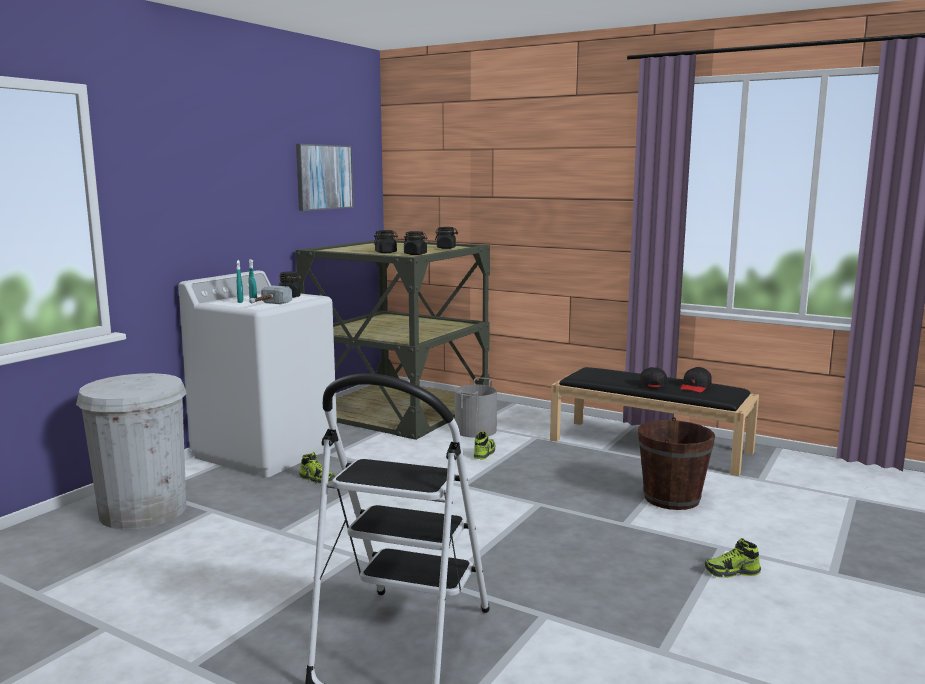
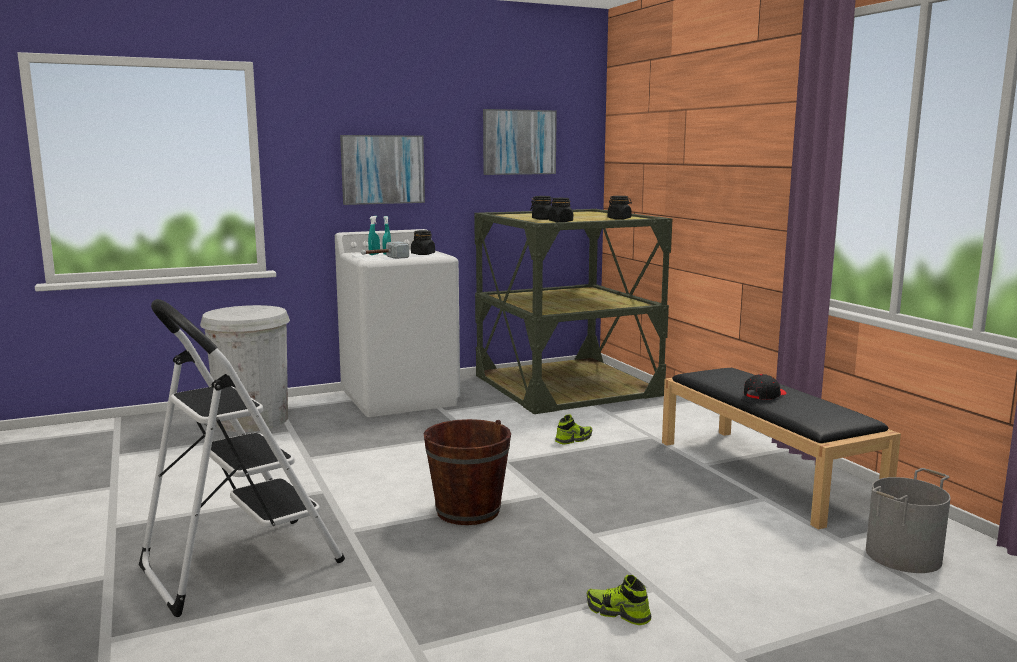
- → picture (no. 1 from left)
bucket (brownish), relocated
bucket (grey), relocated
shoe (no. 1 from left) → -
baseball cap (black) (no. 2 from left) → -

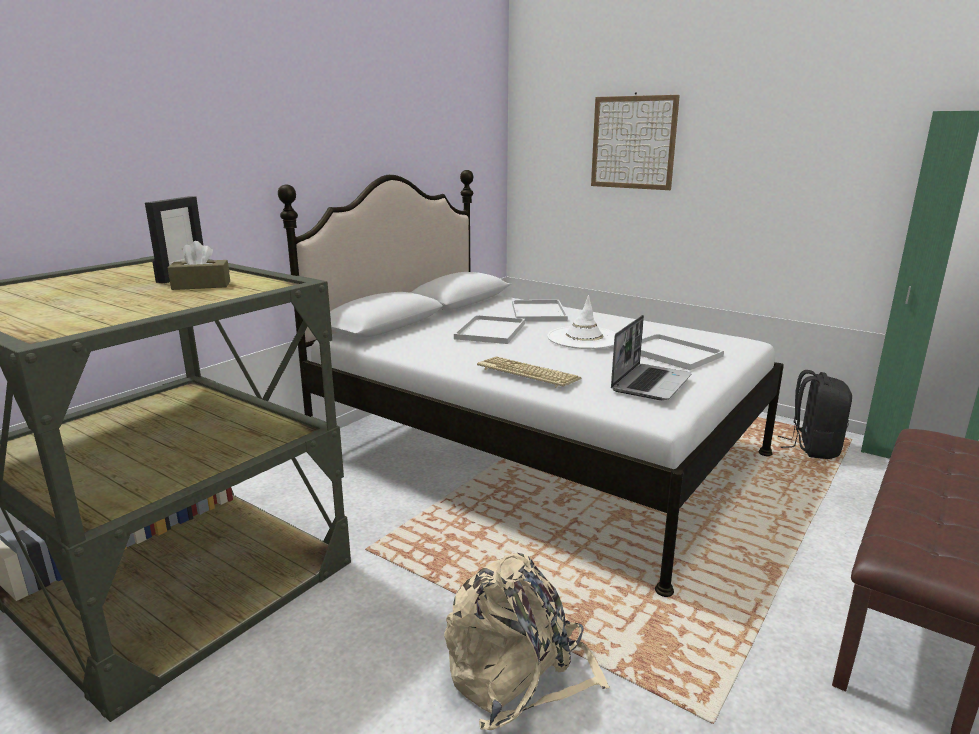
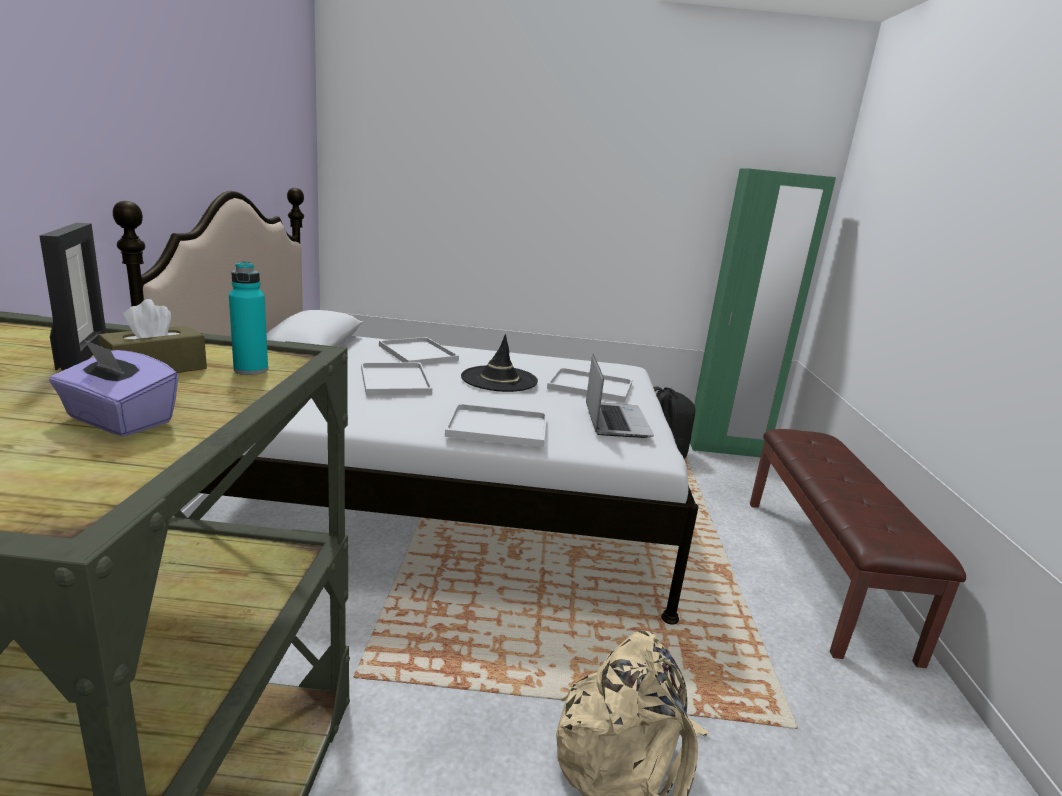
- → tissue box (purplish)
- → bottle (turquoise-coloured)
keyboard → carrying tray (white-coloured) (no. 3 from left)
hat (white-coloured) → hat (black)
picture → -

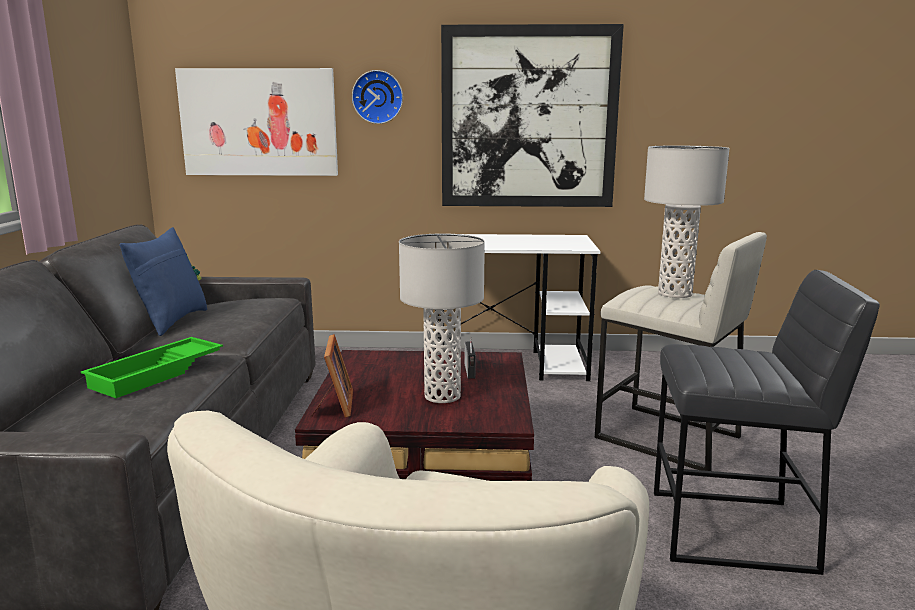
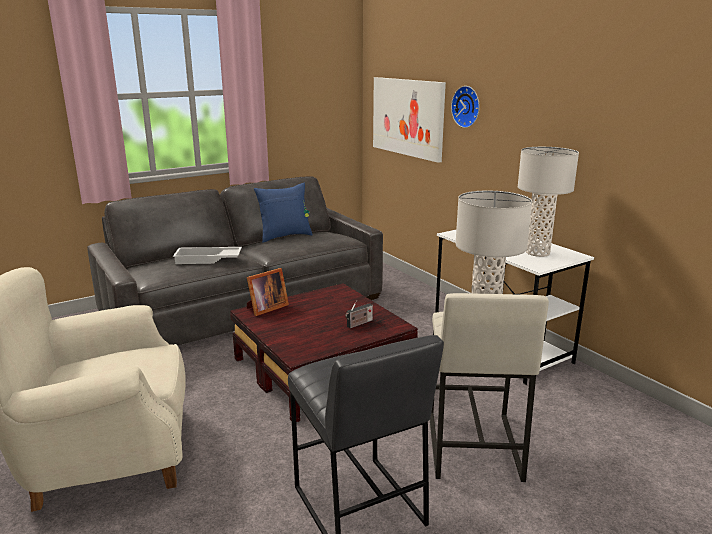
carrying tray (greenish) → carrying tray (white-coloured)
lamp for a table (white-coloured) (no. 1 from left in the first image) → lamp for a table (white-coloured) (no. 2 from left), relocated
picture (no. 2 from left) → -

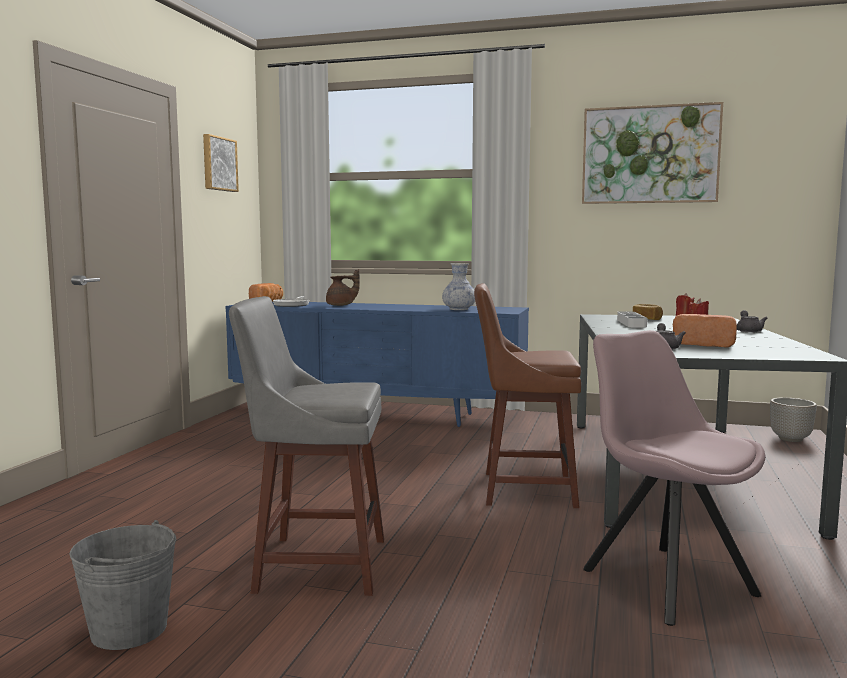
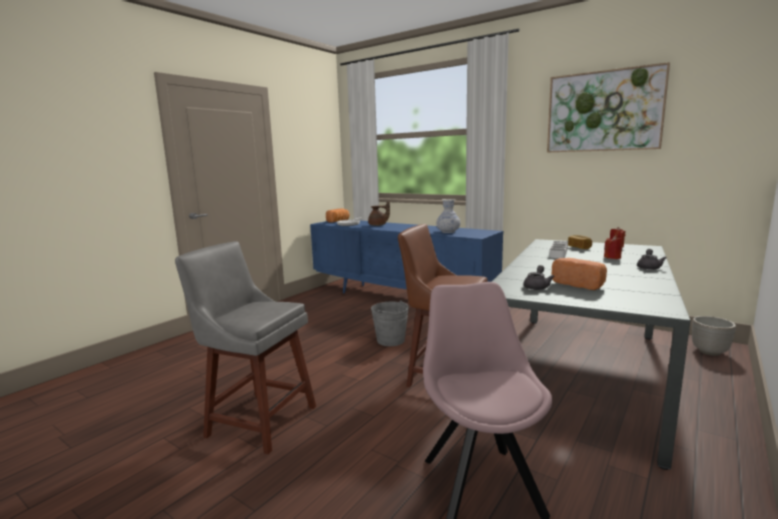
bucket (grey), relocated
picture (no. 1 from left) → -

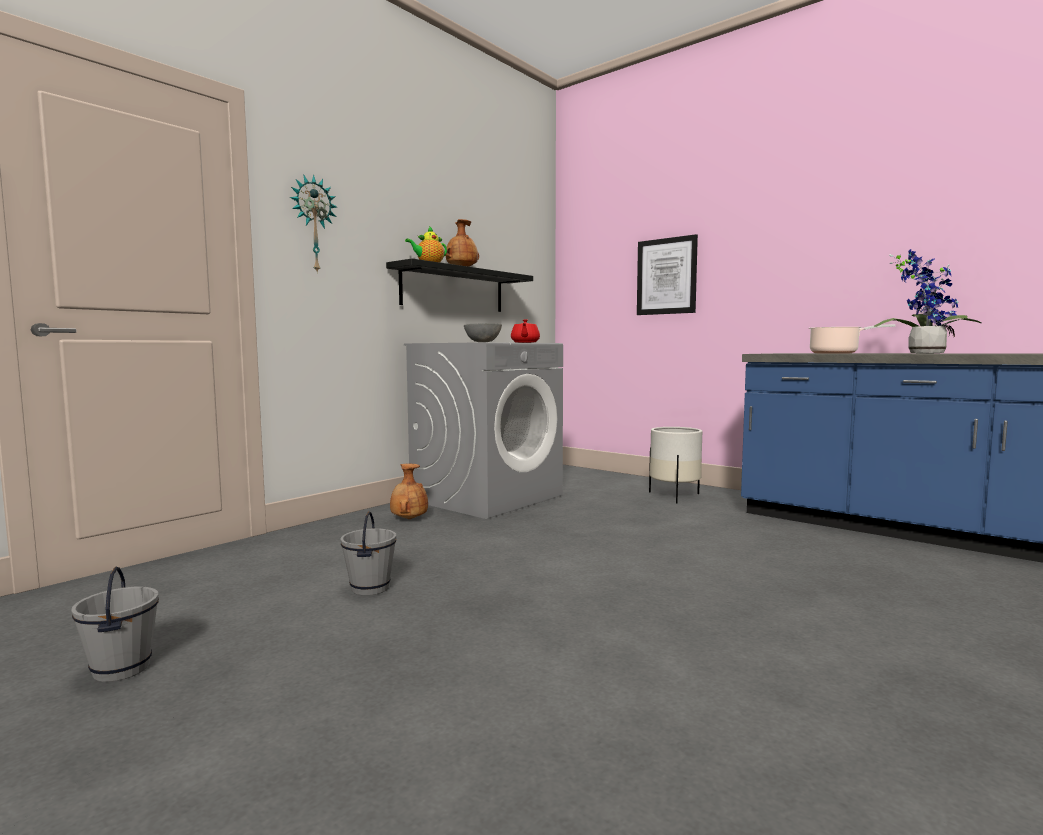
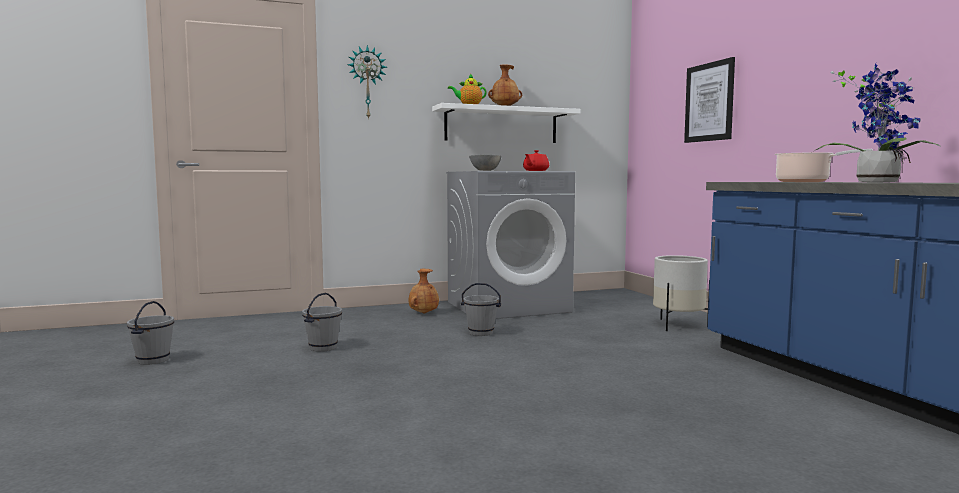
shelf (black) → shelf (white-coloured)
- → bucket (grey) (no. 3 from left)

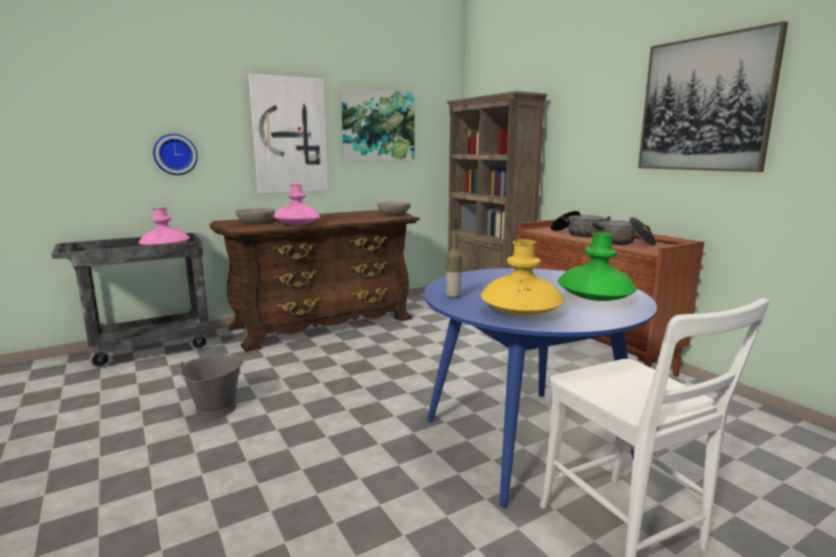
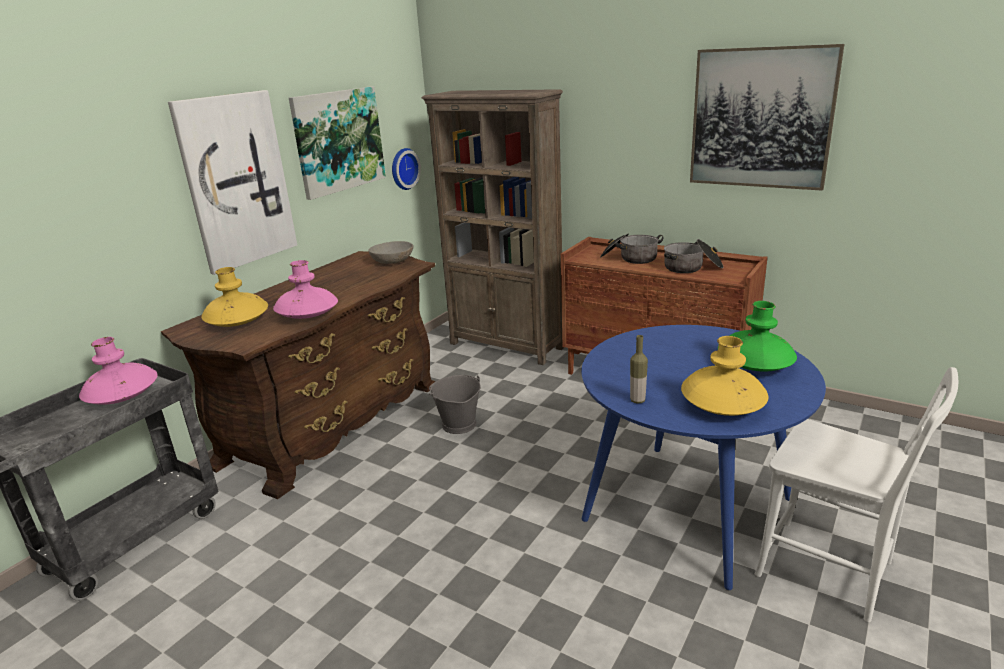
deep dish (grey) (no. 1 from left) → flower vase (yellow) (no. 1 from left)
clock on the wall, relocated
bucket (grey), relocated

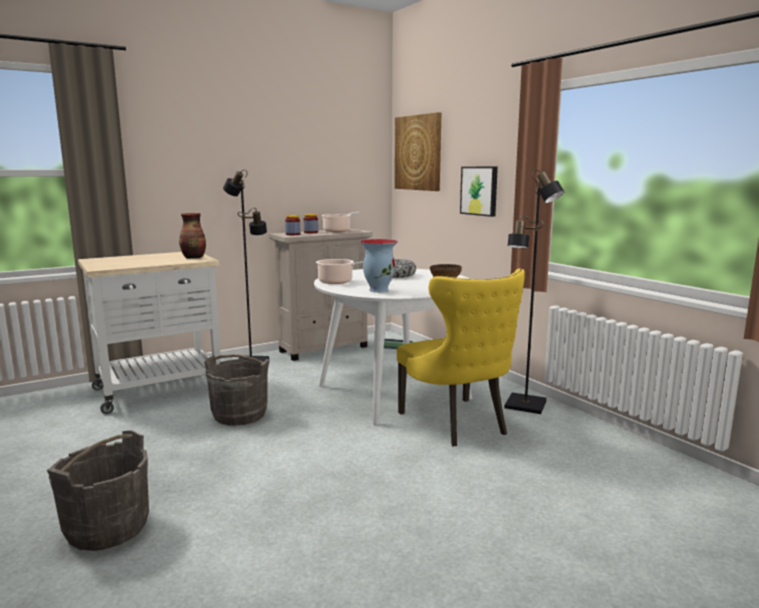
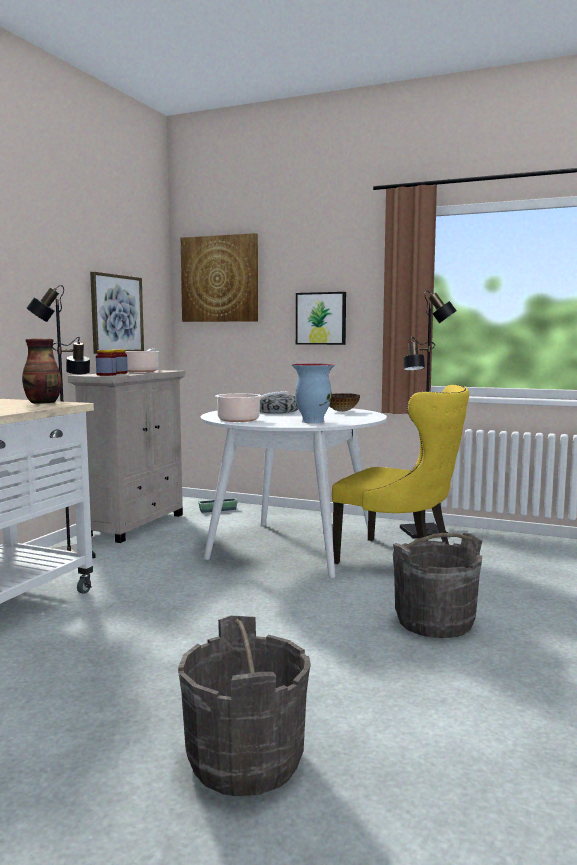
- → picture (no. 1 from left)
bucket (grey) (no. 2 from left), relocated

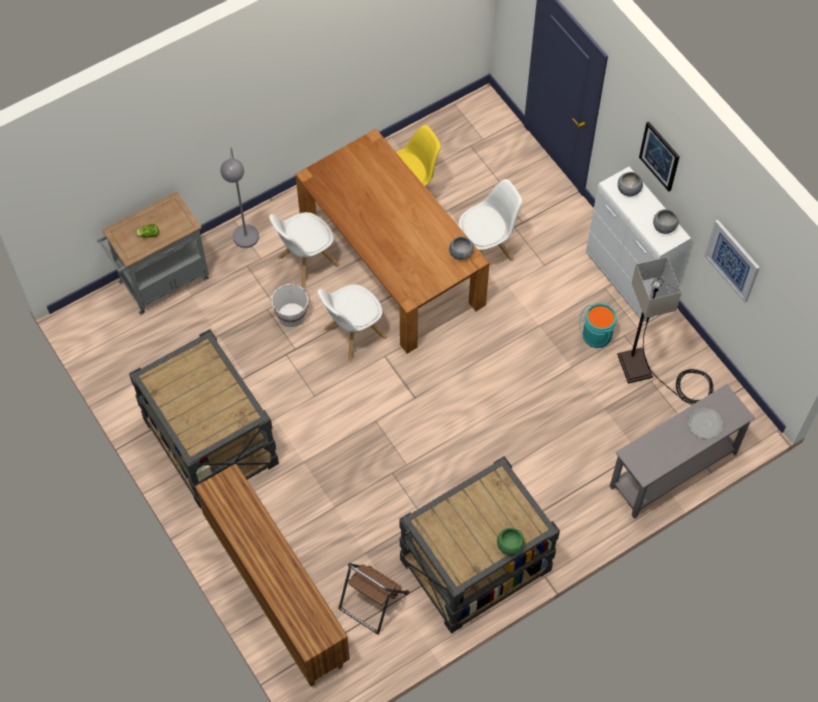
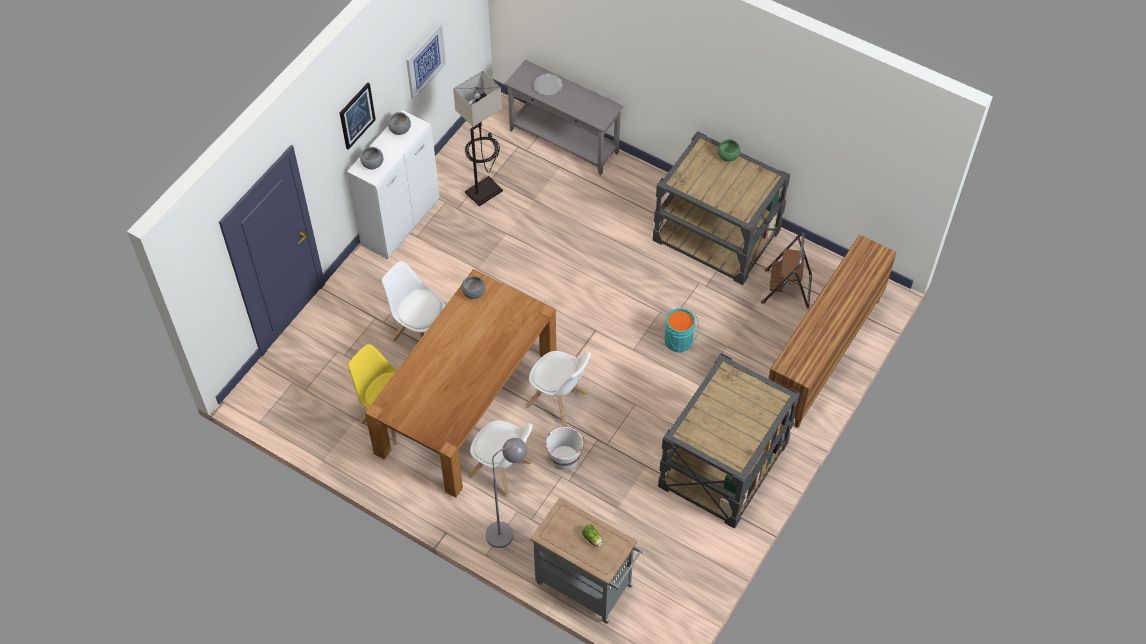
bucket (turquoise-coloured), relocated

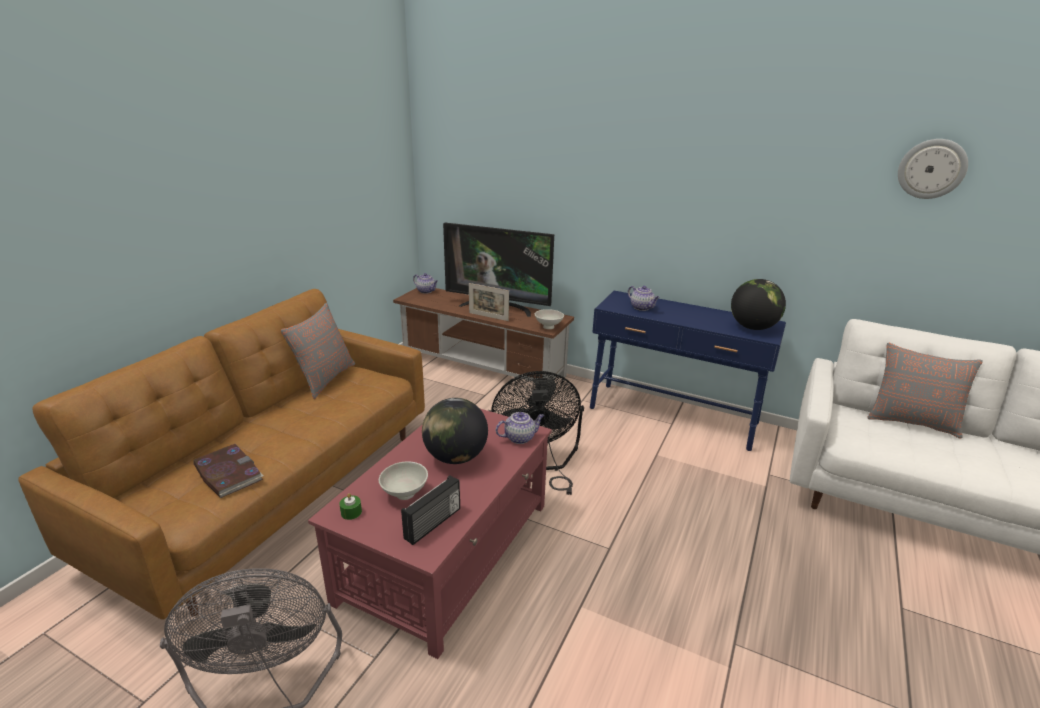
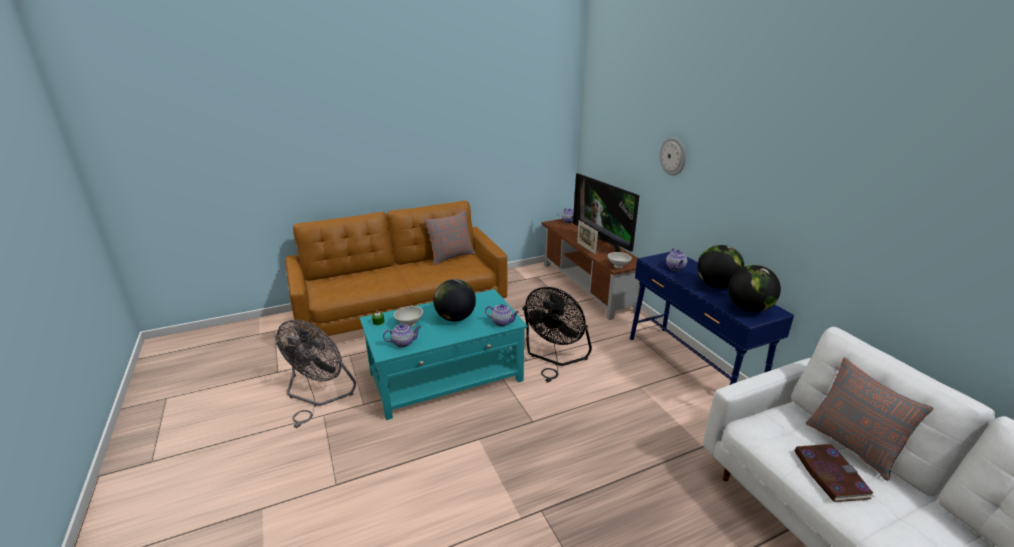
coffee table (red) → coffee table (turquoise-coloured)
radio receiver → pot for tea (no. 1 from left)
clock on the wall, relocated
- → desk globe (no. 2 from left)
book, relocated

